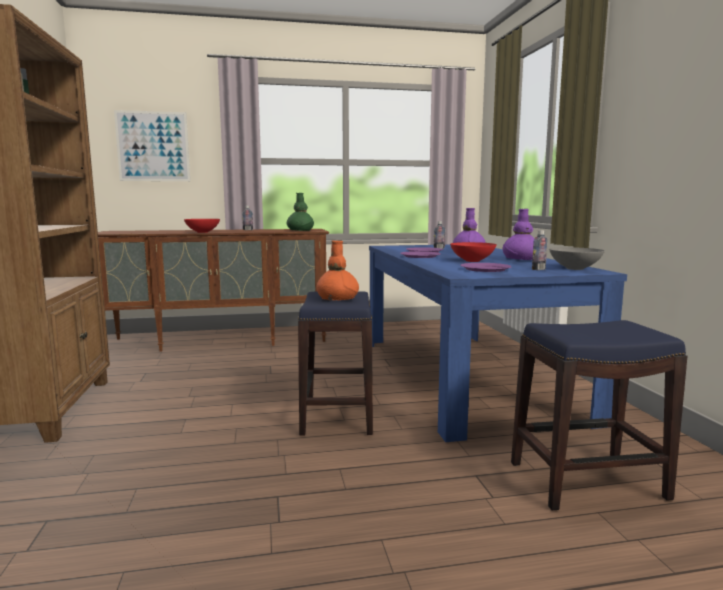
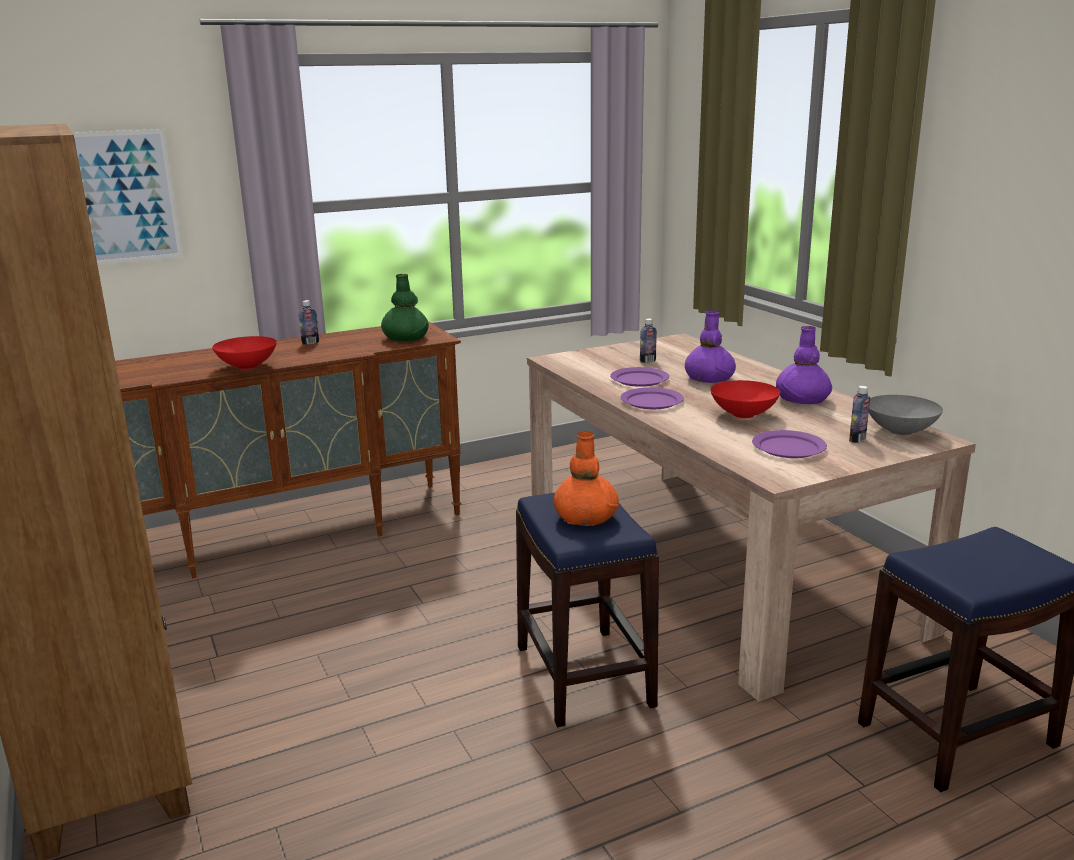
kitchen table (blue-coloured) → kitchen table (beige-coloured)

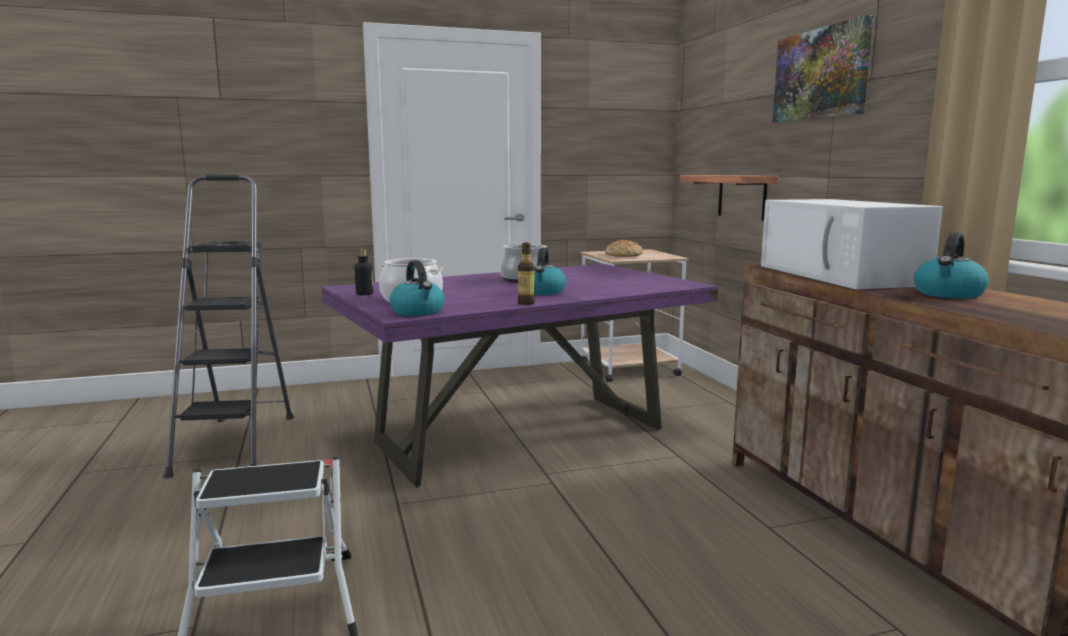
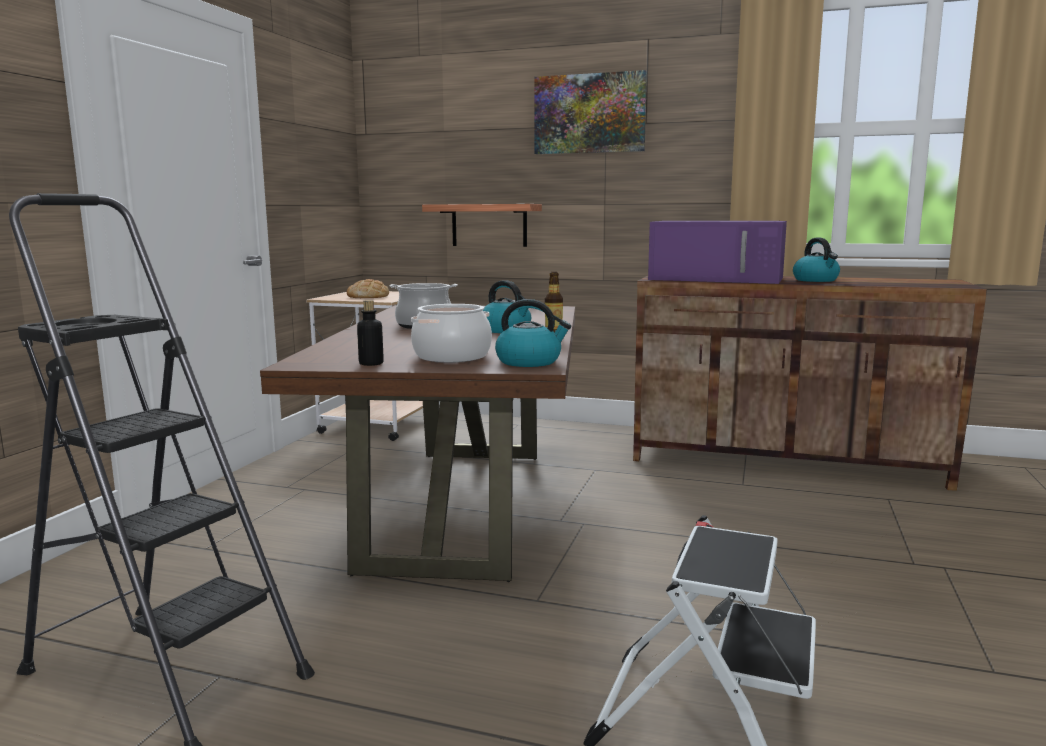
kitchen table (purplish) → kitchen table (brownish)
kitchen microwave (white-coloured) → kitchen microwave (purplish)

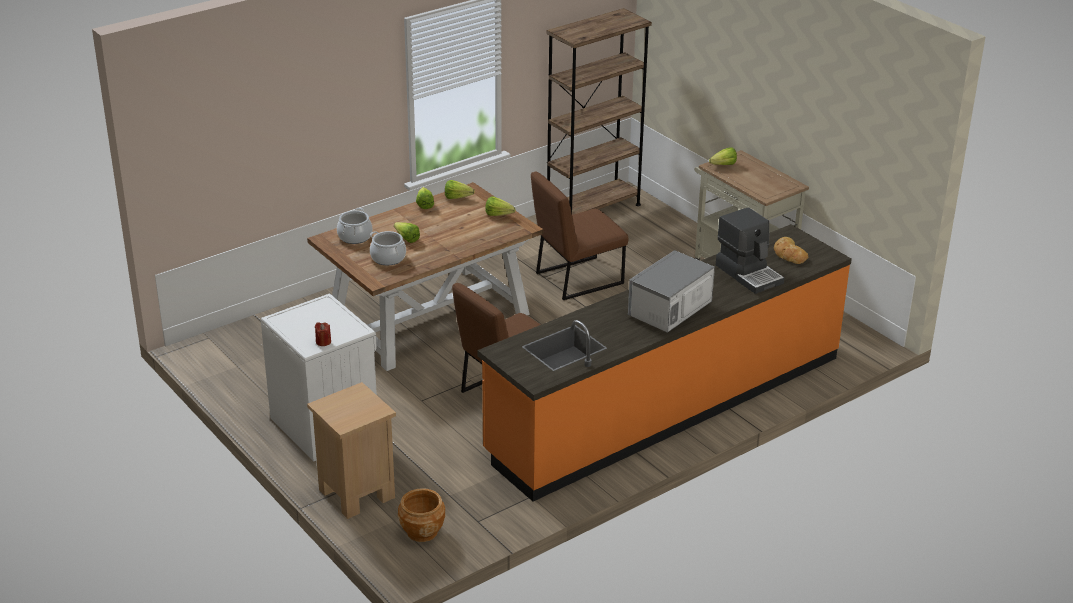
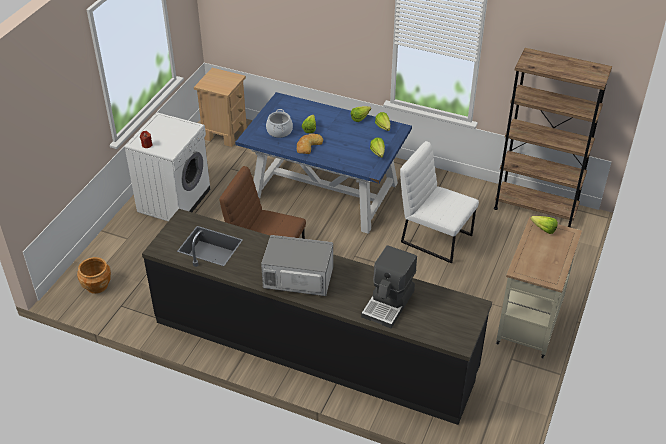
kitchen counter (orangey) → kitchen counter (black)
bedside table (beige-coloured), relocated
kitchen table (brownish) → kitchen table (blue-coloured)
bakery bread, relocated
plain chair (brownish) (no. 2 from left) → plain chair (white-coloured)
stockpot (no. 1 from left) → -

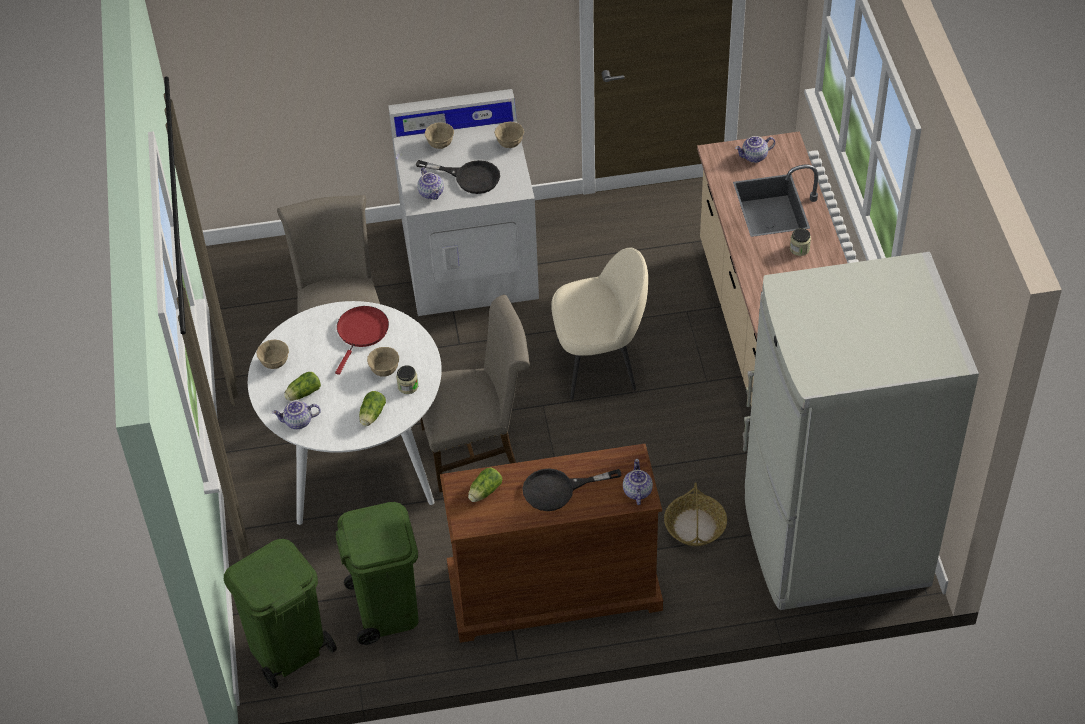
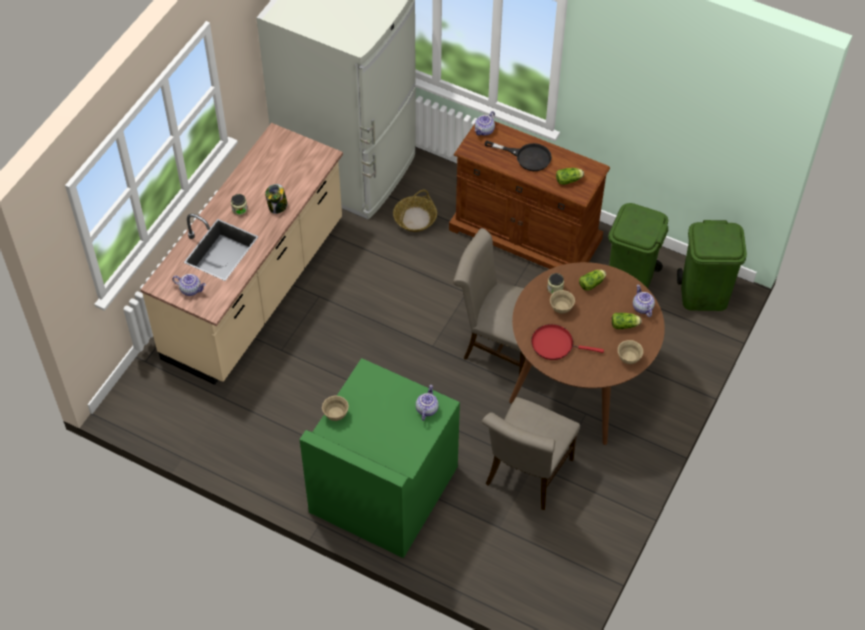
- → storage jar (no. 2 from left)
laundry appliance (white-coloured) → laundry appliance (greenish)
kitchen table (white-coloured) → kitchen table (brownish)
frying pan (red), 45 degrees clockwise
pot for tea (no. 1 from left in the first image) → pot for tea (no. 4 from left), 135 degrees counterclockwise
frying pan (black) (no. 1 from left) → -
deep dish (beige-coloured) (no. 3 from left) → -
plain chair (beige-coloured) (no. 3 from left) → -

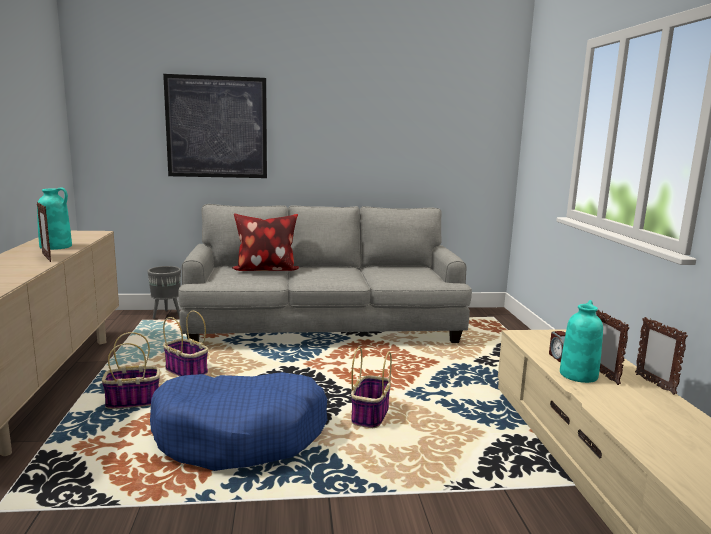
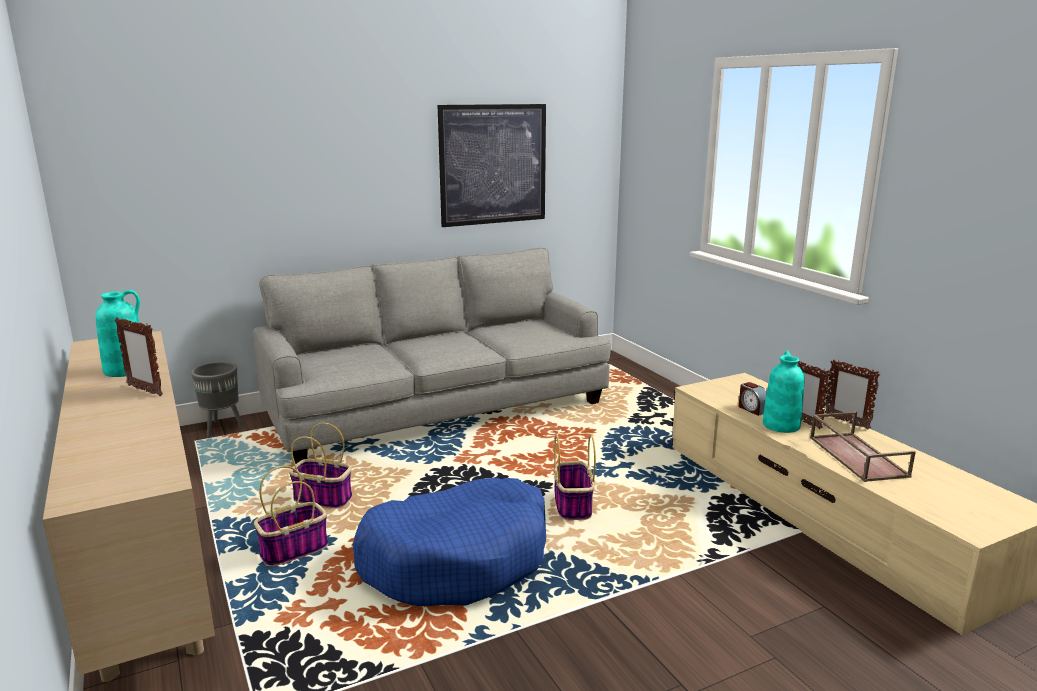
picture, relocated
- → carrying tray (brownish)
throw pillow → -

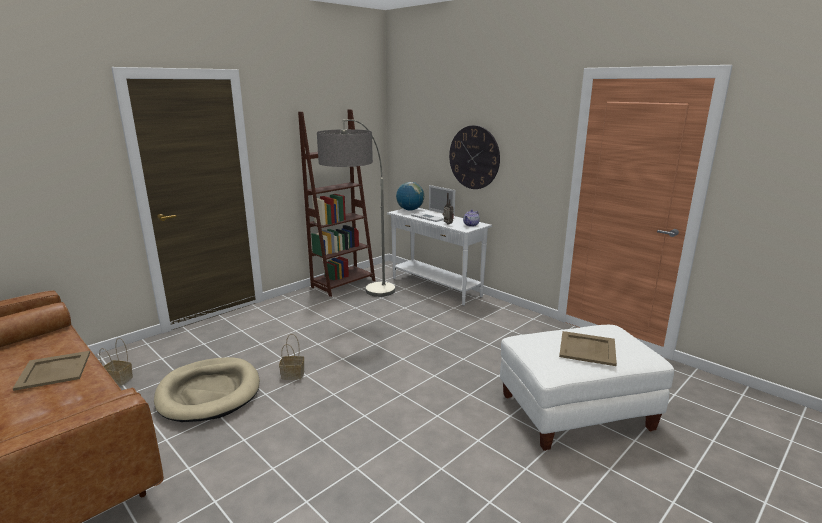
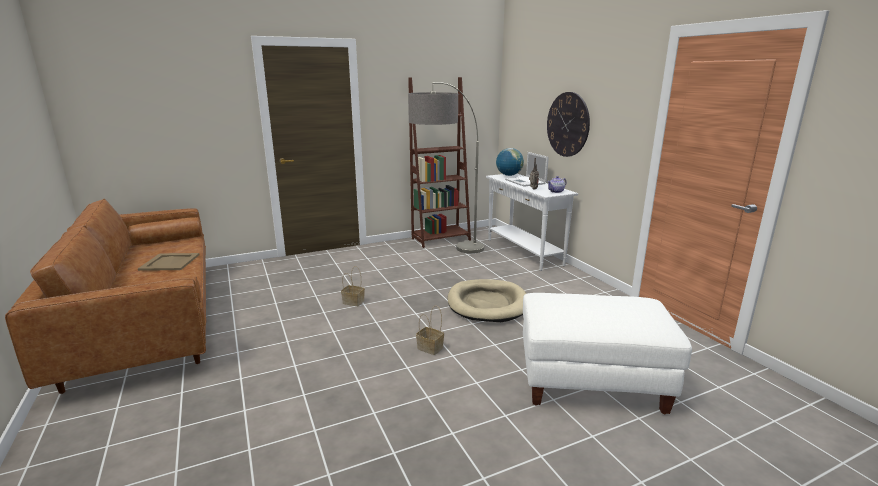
basket (no. 1 from left in the first image) → basket (no. 2 from left), relocated
pet bed (beige-coloured), relocated
carrying tray (beige-coloured) (no. 2 from left) → -

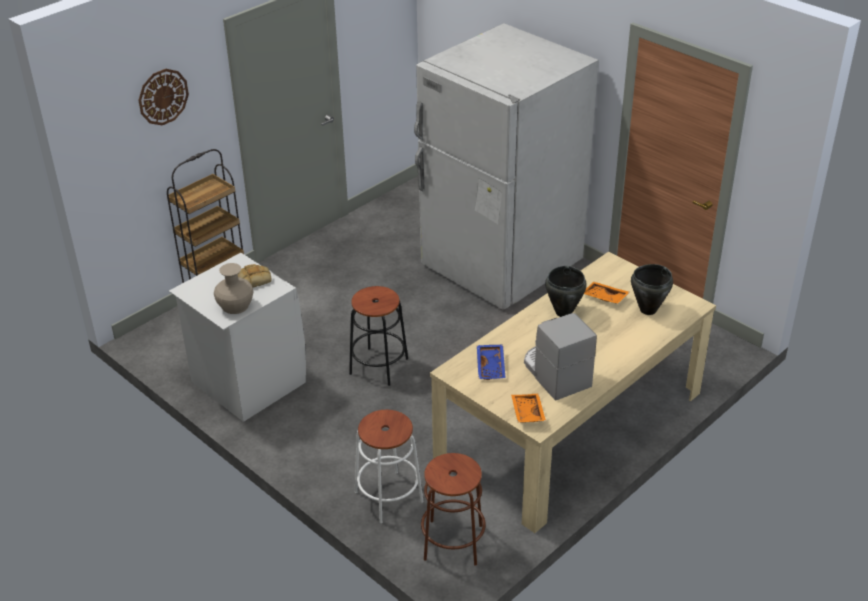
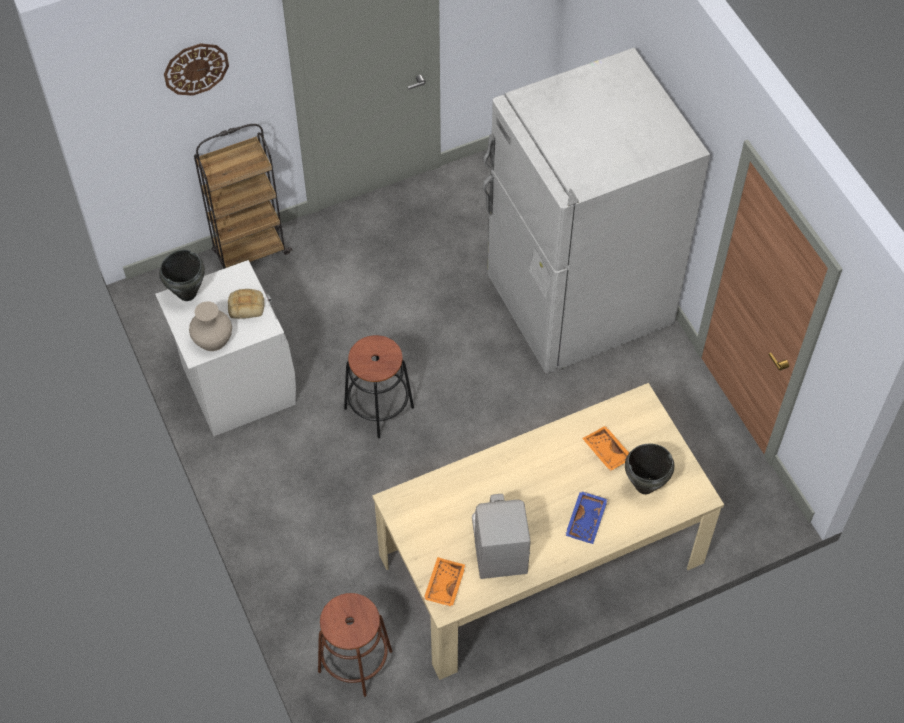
stockpot (black) (no. 1 from left), relocated
carrying tray (blue-coloured), relocated
stool (white-coloured) → -

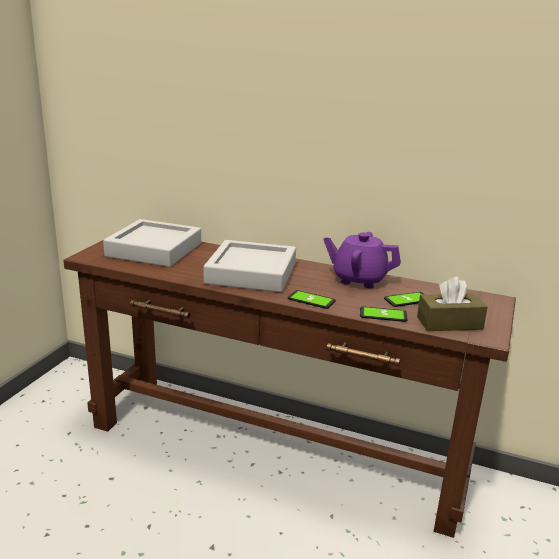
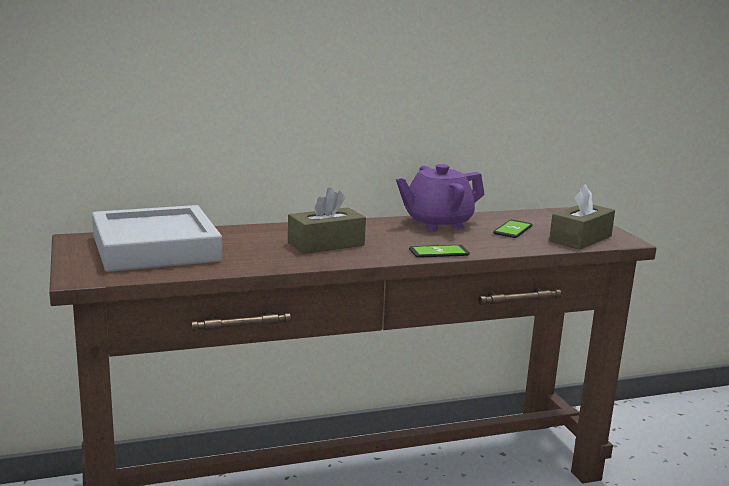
carrying tray (grey) (no. 2 from left) → tissue box (brownish) (no. 1 from left)
phone (no. 2 from left) → -

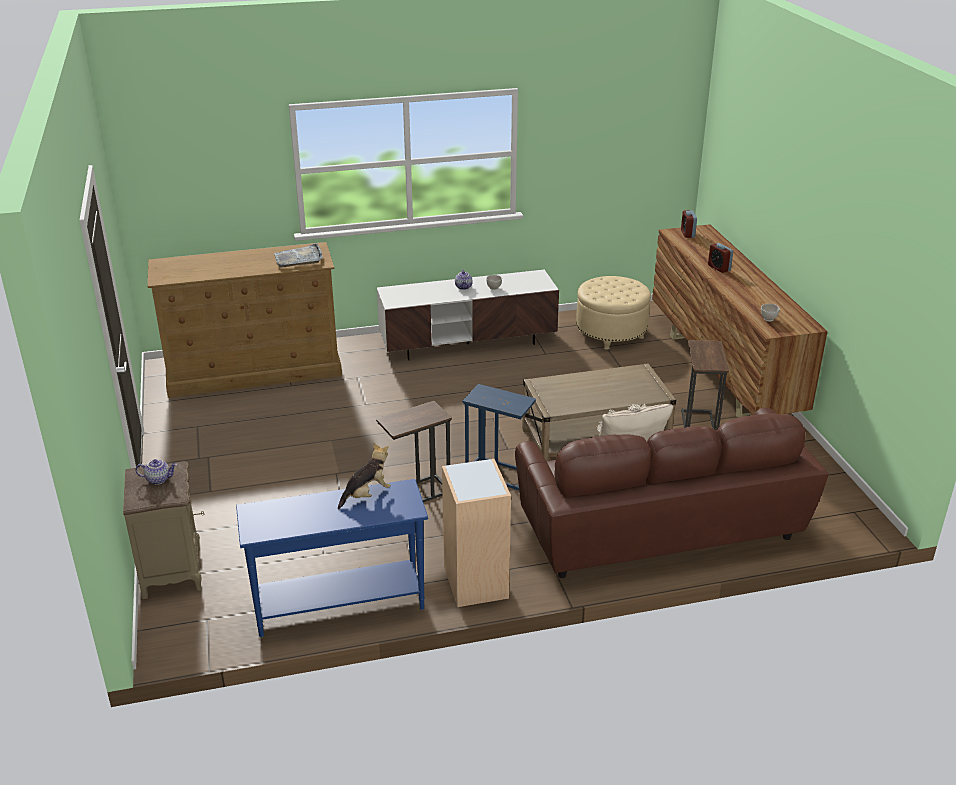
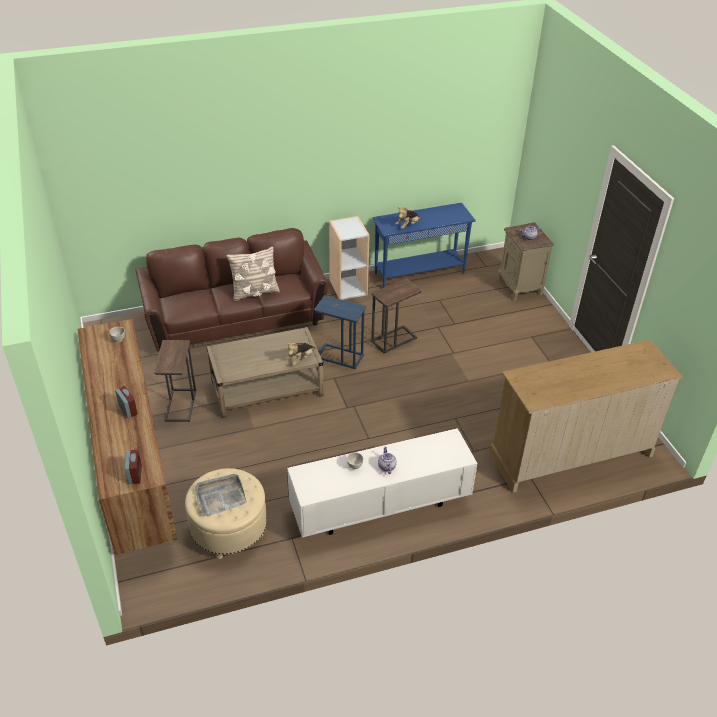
carrying tray (grey), relocated
- → soft toy (no. 1 from left)

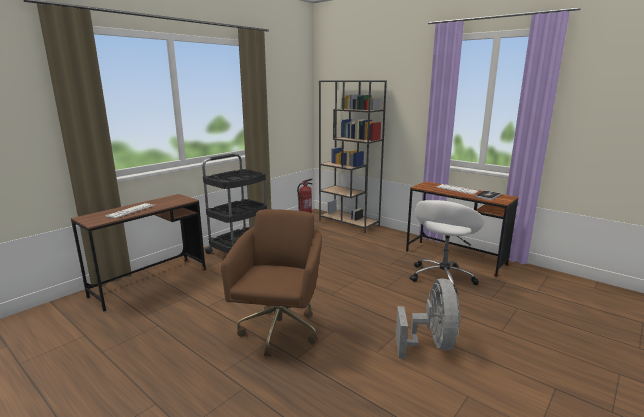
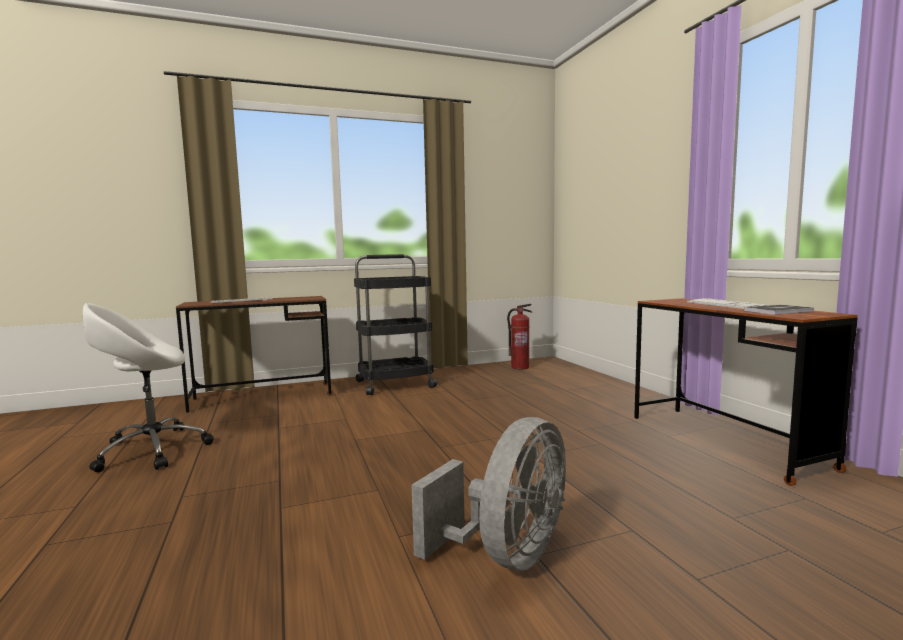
desk chair (white-coloured), relocated
desk chair (brownish) → -
bookshelf → -

